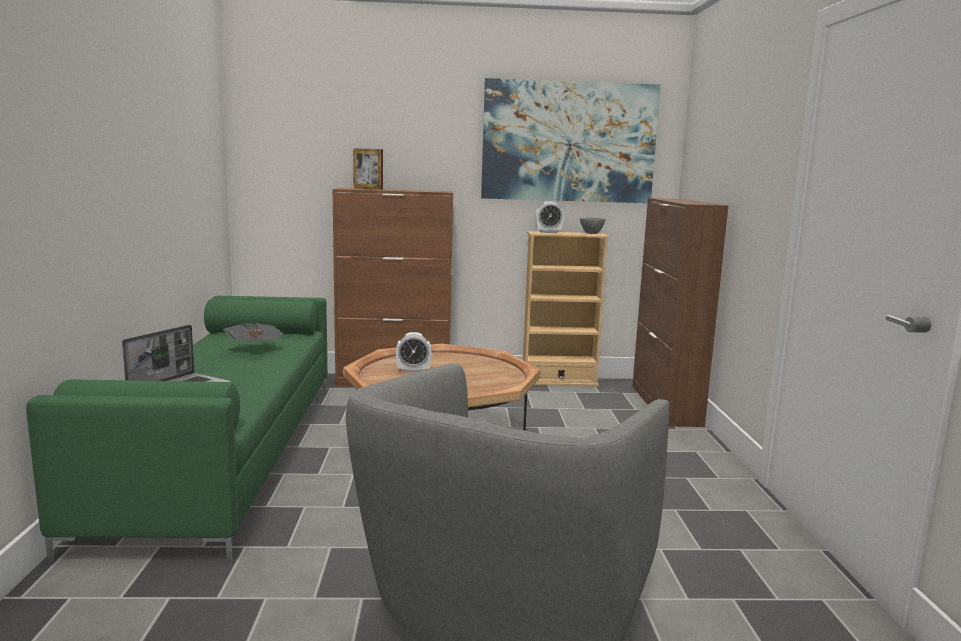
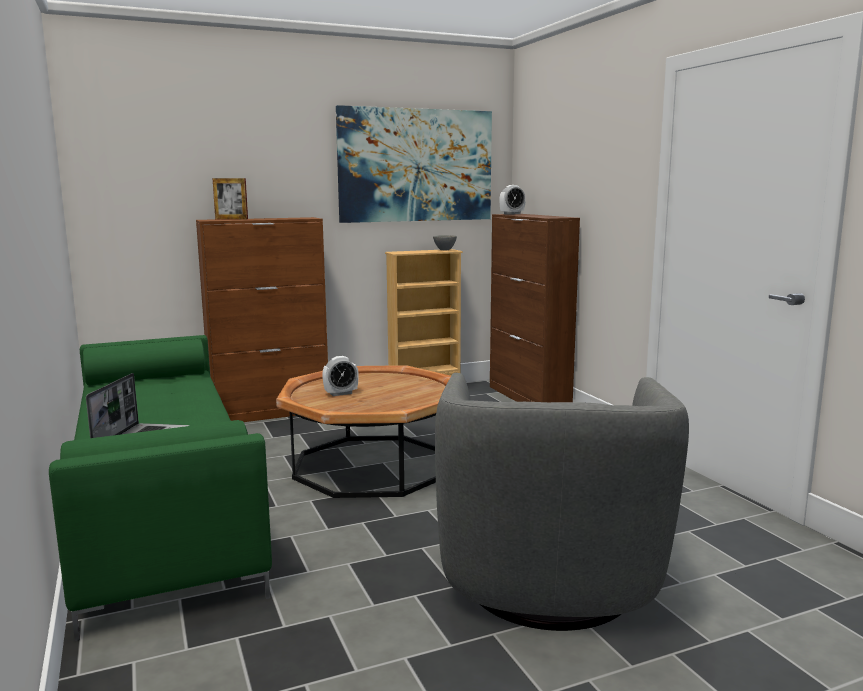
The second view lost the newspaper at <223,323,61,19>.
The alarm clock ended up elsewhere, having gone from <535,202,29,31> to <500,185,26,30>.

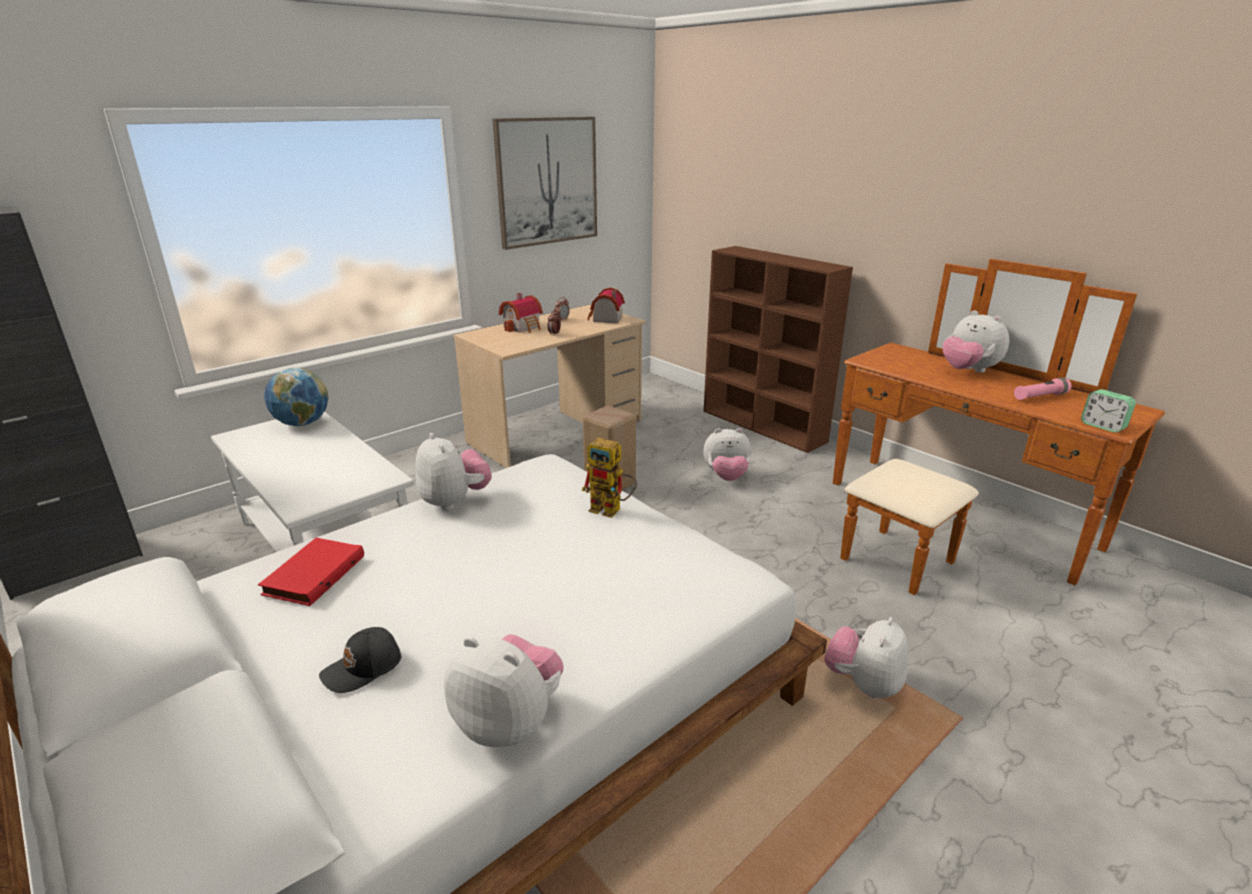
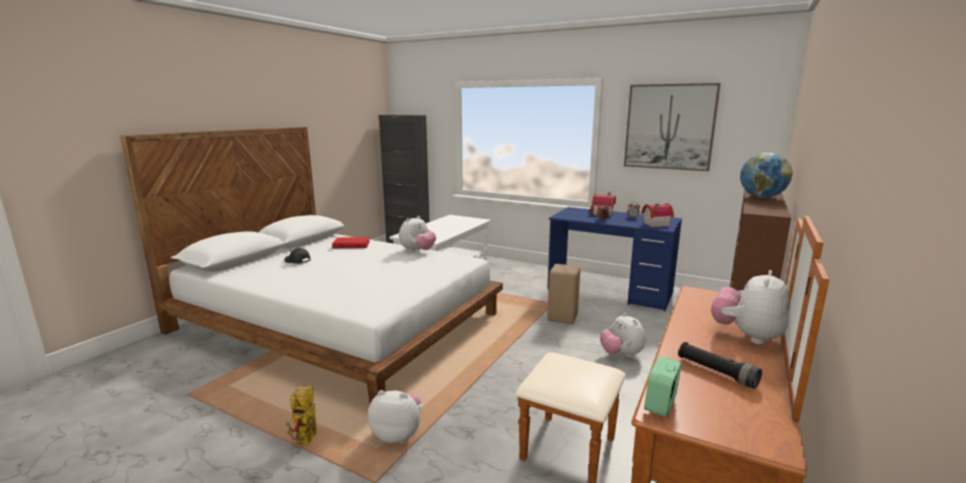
The globe ended up elsewhere, having gone from <264,368,65,58> to <740,152,53,46>.
The second view lost the plush toy at <444,634,119,113>.
What was the desk in beige at <453,304,193,164> turned into the desk in blue at <547,207,135,105>.
The toy robot ended up elsewhere, having gone from <582,438,55,80> to <286,385,31,60>.
What was the flashlight in pink at <1014,378,57,22> turned into the flashlight in black at <678,342,84,47>.

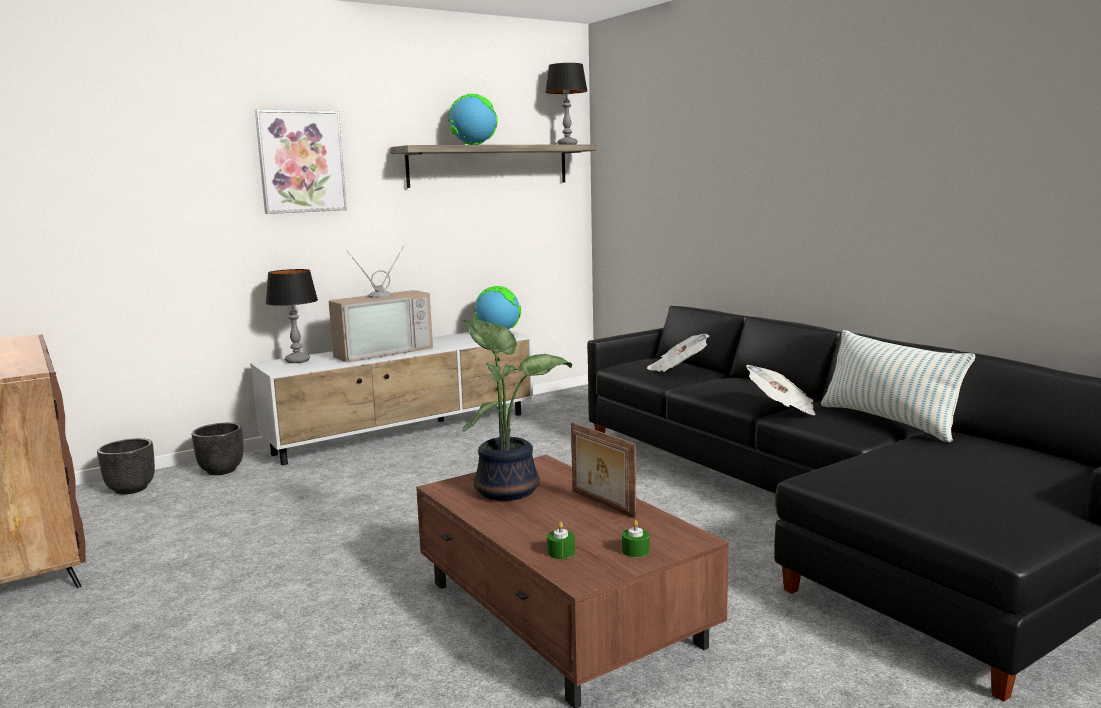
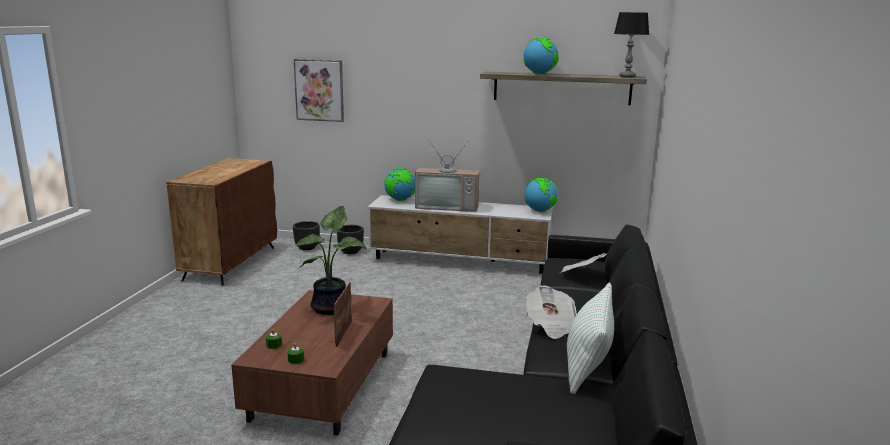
The picture ended up elsewhere, having gone from <255,109,92,105> to <294,59,50,63>.
Where the table lamp stood at <266,269,52,94>, the globe came to stand at <384,168,31,33>.

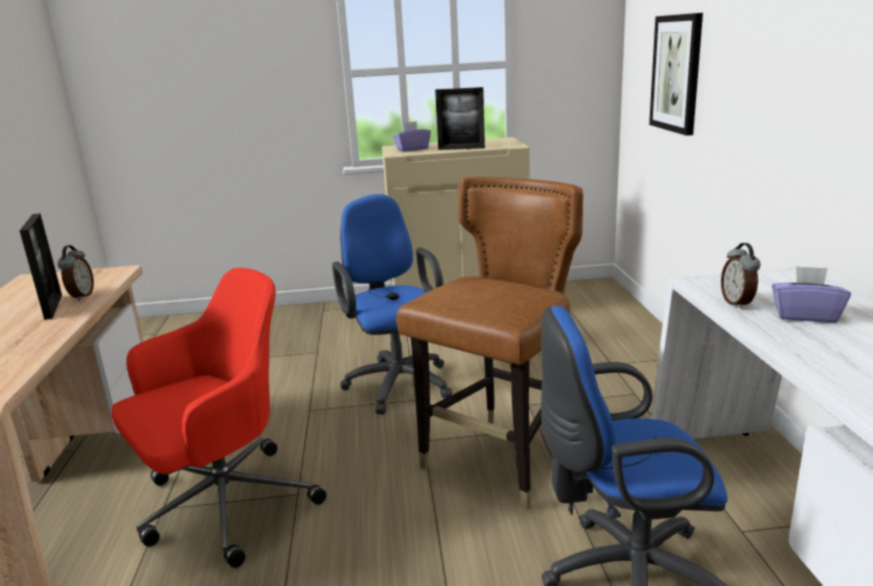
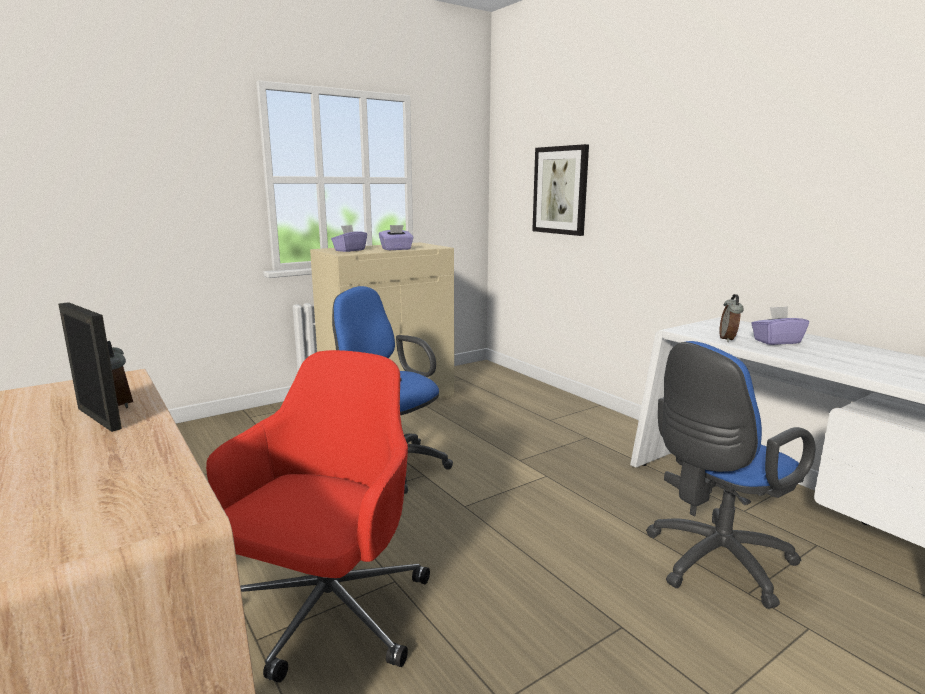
The second view lost the chair in brown at <396,177,187,333>.
Where the picture frame stood at <435,87,50,63>, the tissue box in purple came to stand at <379,225,35,25>.
The alarm clock at <721,243,40,66> ended up facing another way, 45 degrees clockwise from before.

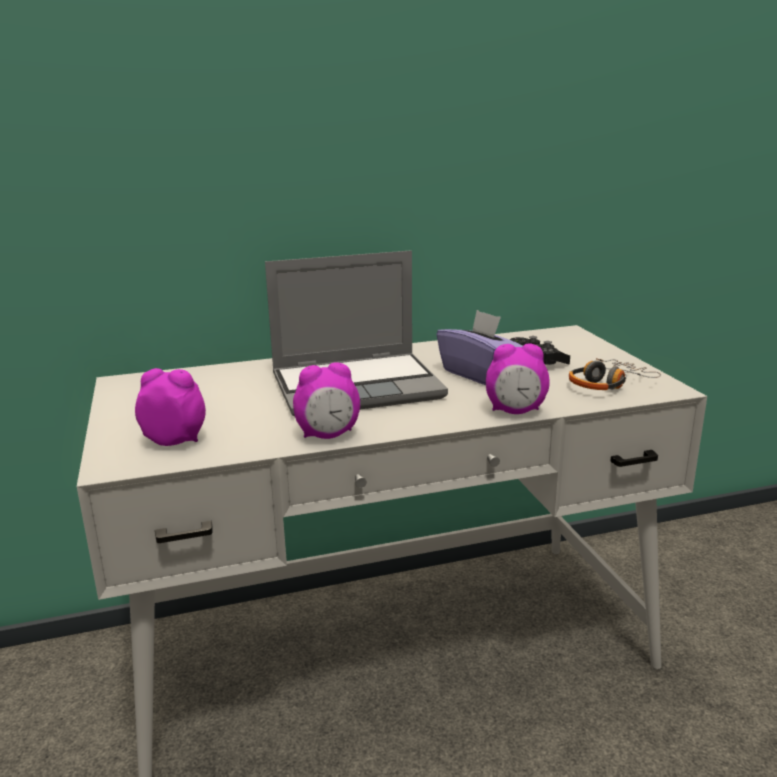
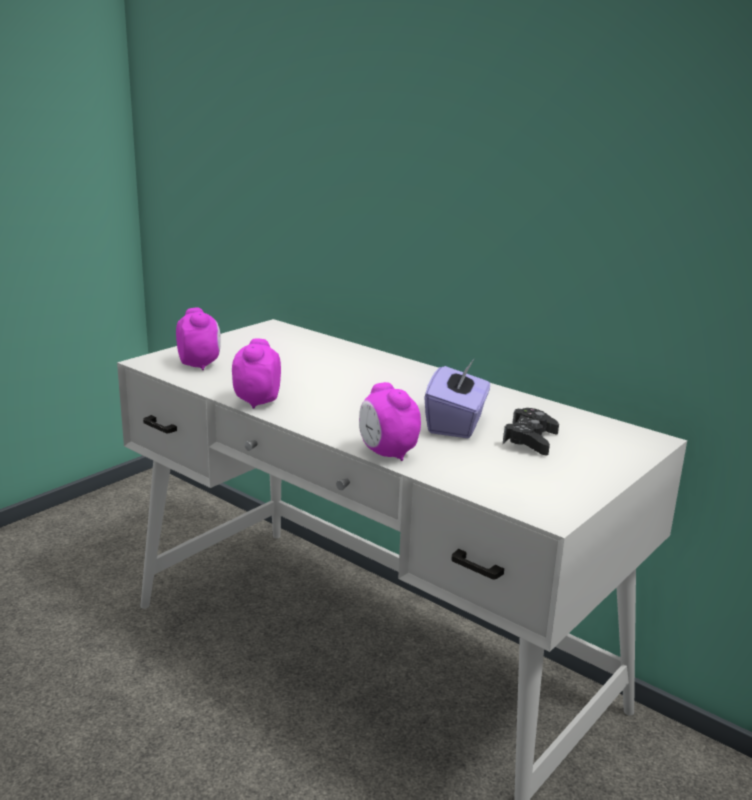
The second view lost the laptop at <265,250,183,166>.
The alarm clock at <293,362,67,77> ended up facing another way, 60 degrees clockwise from before.
The second view lost the headphones at <569,358,92,32>.

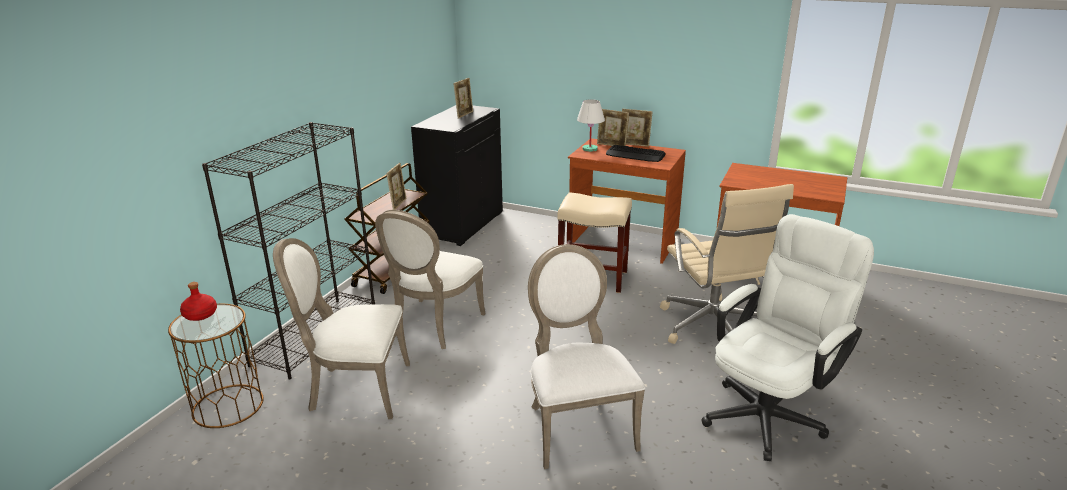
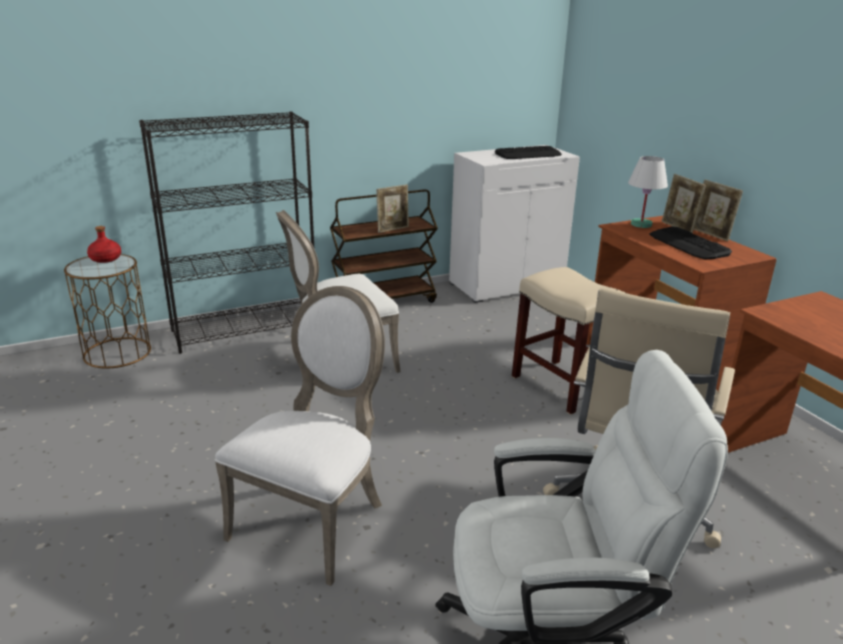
The second view lost the chair in white at <273,238,137,181>.
What was the cabinet in black at <411,105,92,141> turned into the cabinet in white at <449,145,131,158>.
Where the picture frame stood at <454,78,19,41>, the keyboard came to stand at <495,146,67,13>.

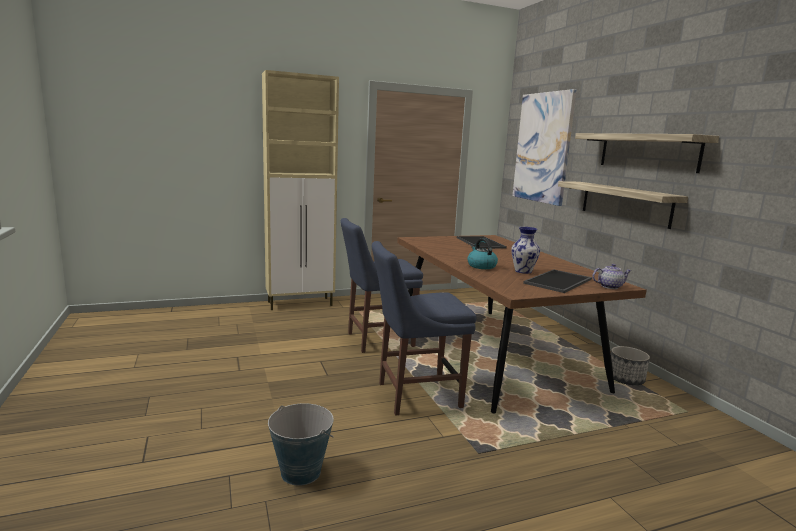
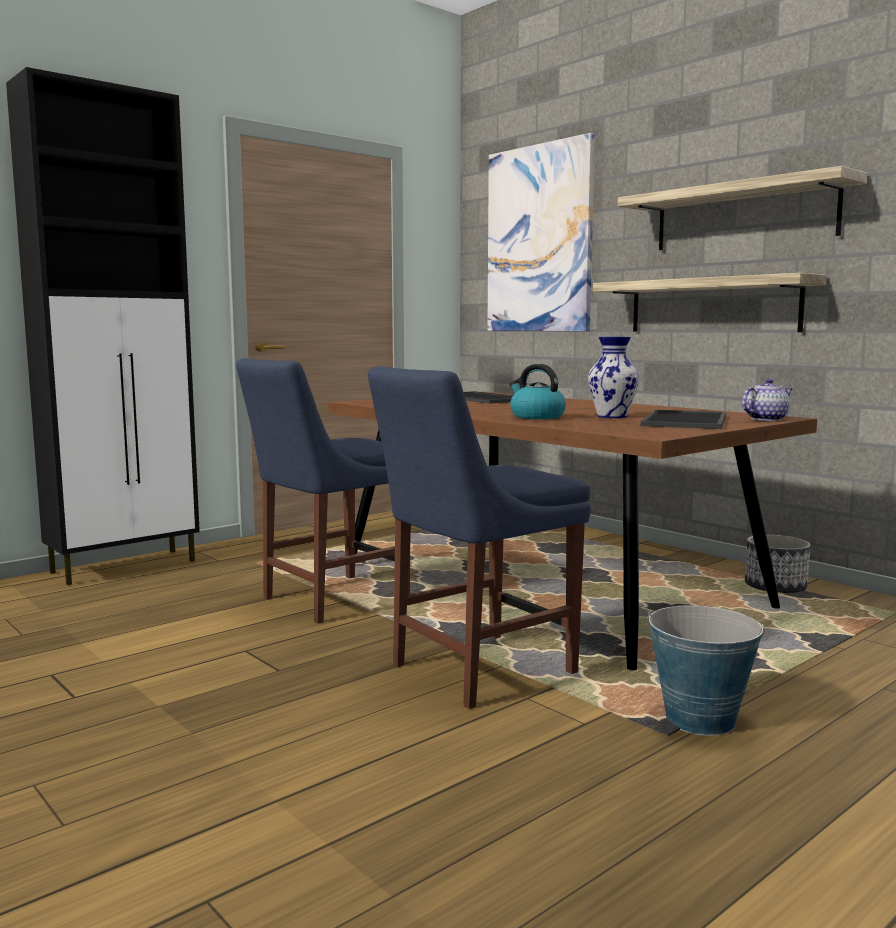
What was the cabinet in beige at <262,70,77,240> turned into the cabinet in black at <6,67,194,518>.
The bucket ended up elsewhere, having gone from <268,403,66,83> to <647,605,118,131>.

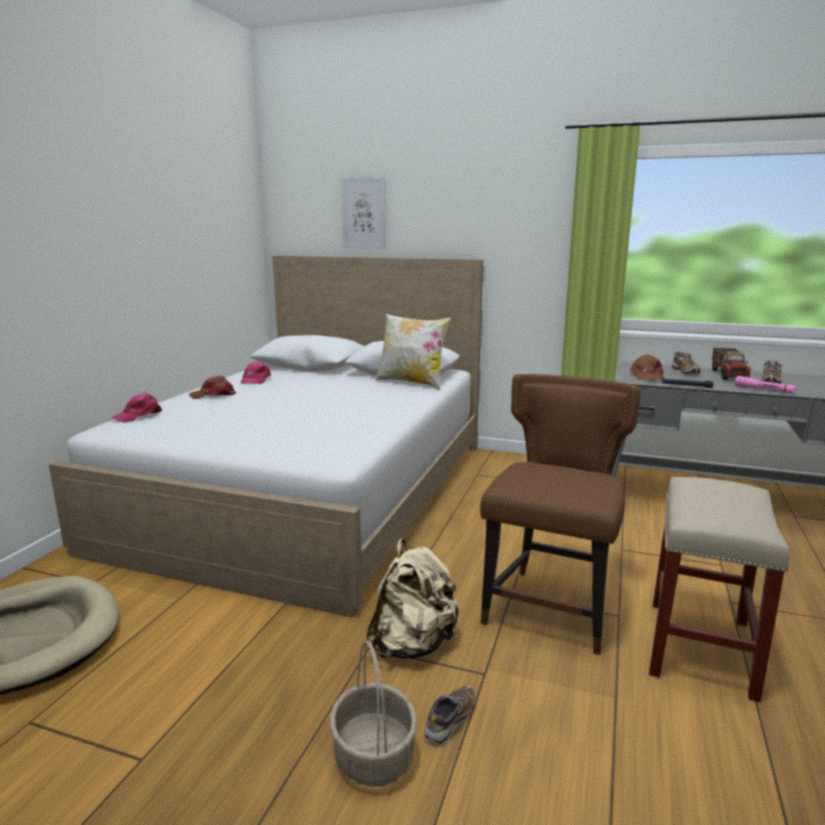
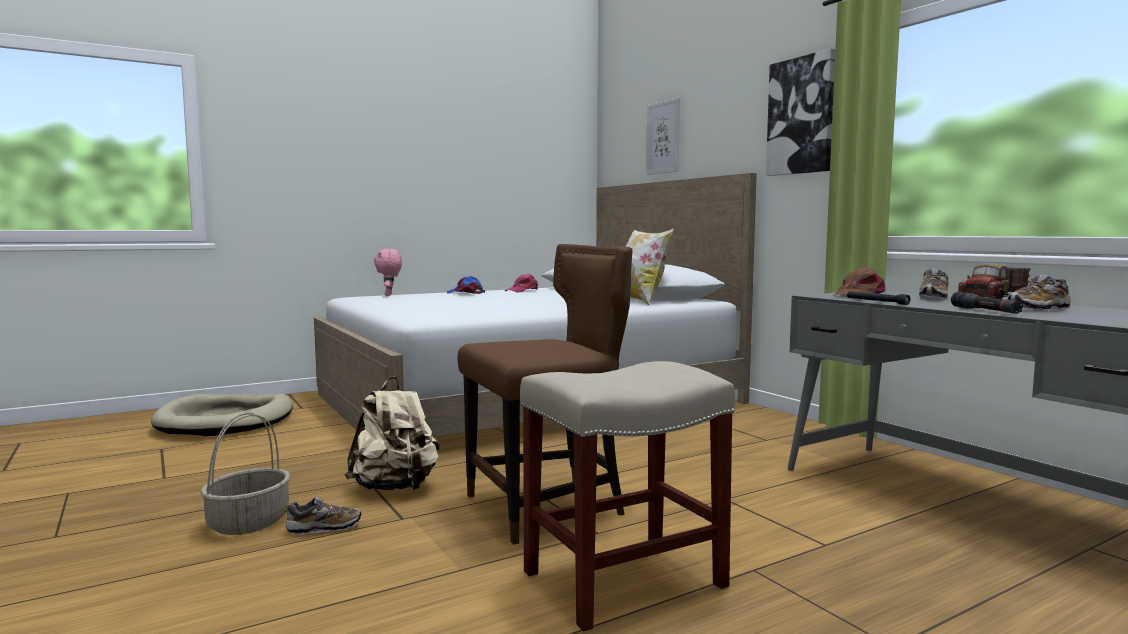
Where the cap in pink stood at <111,392,51,31>, the plush toy in pink came to stand at <374,248,28,48>.
What was the cap in brown at <189,376,47,23> turned into the cap in blue at <447,276,38,18>.
What was the flashlight in pink at <735,376,62,18> turned into the flashlight in black at <951,292,72,22>.
The second view gained the picture at <766,49,69,127>.

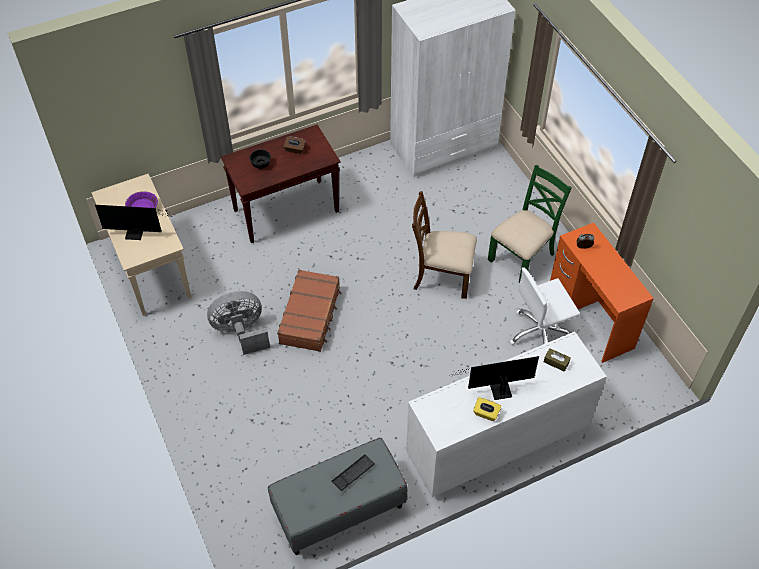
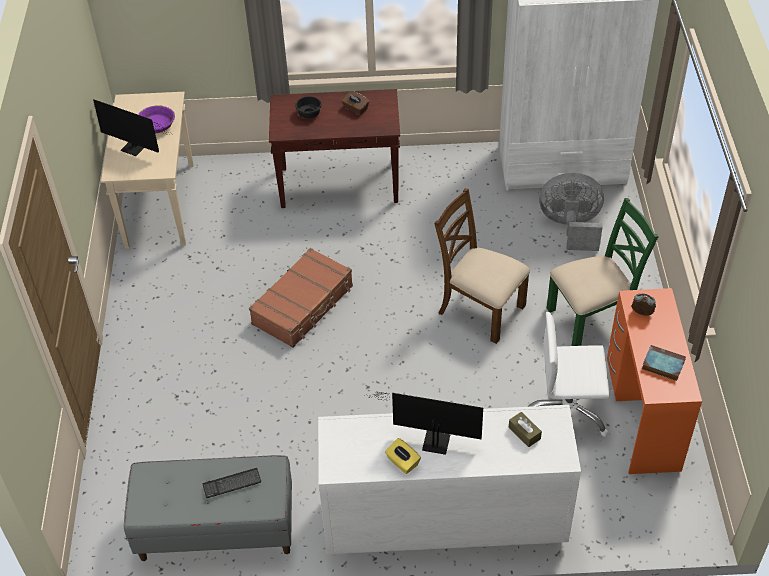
The fan in grey ended up elsewhere, having gone from <207,291,63,64> to <539,173,65,78>.
The second view gained the book at <642,345,44,36>.

